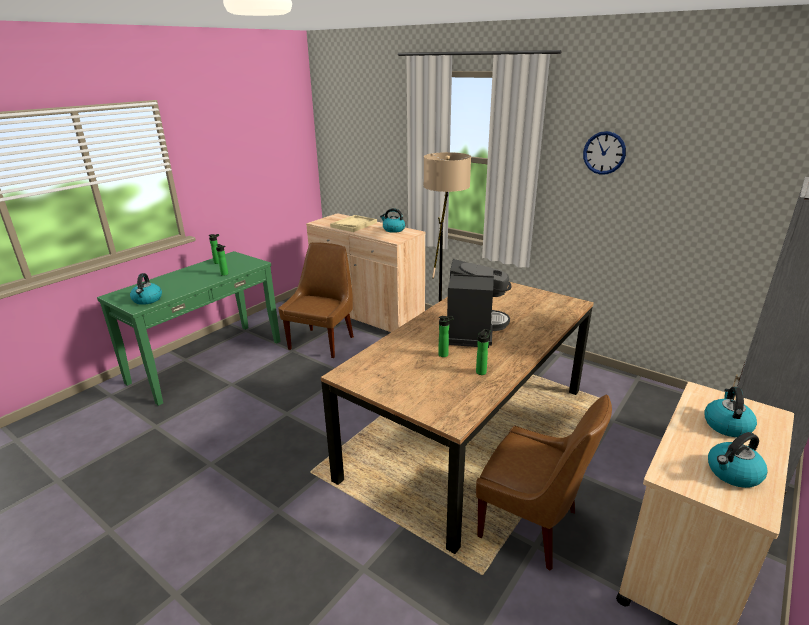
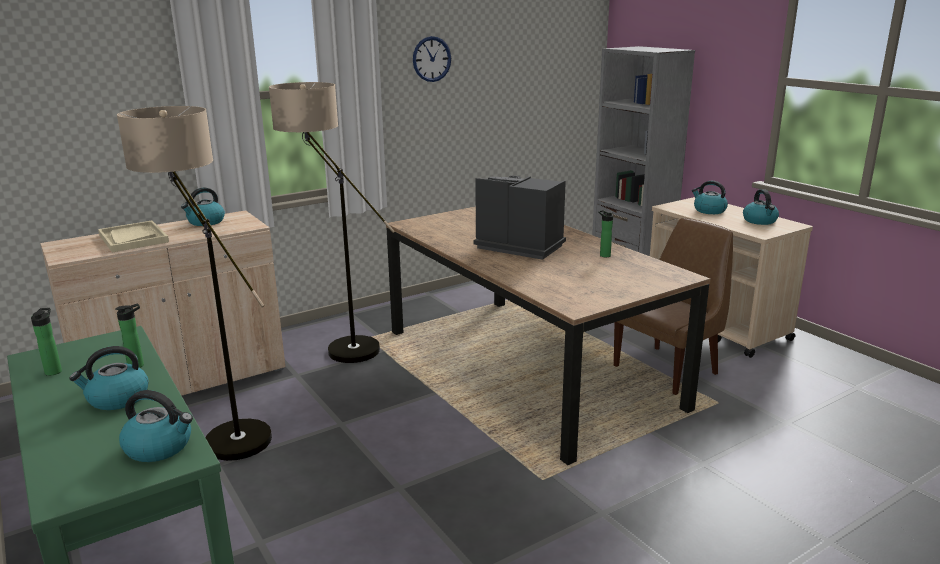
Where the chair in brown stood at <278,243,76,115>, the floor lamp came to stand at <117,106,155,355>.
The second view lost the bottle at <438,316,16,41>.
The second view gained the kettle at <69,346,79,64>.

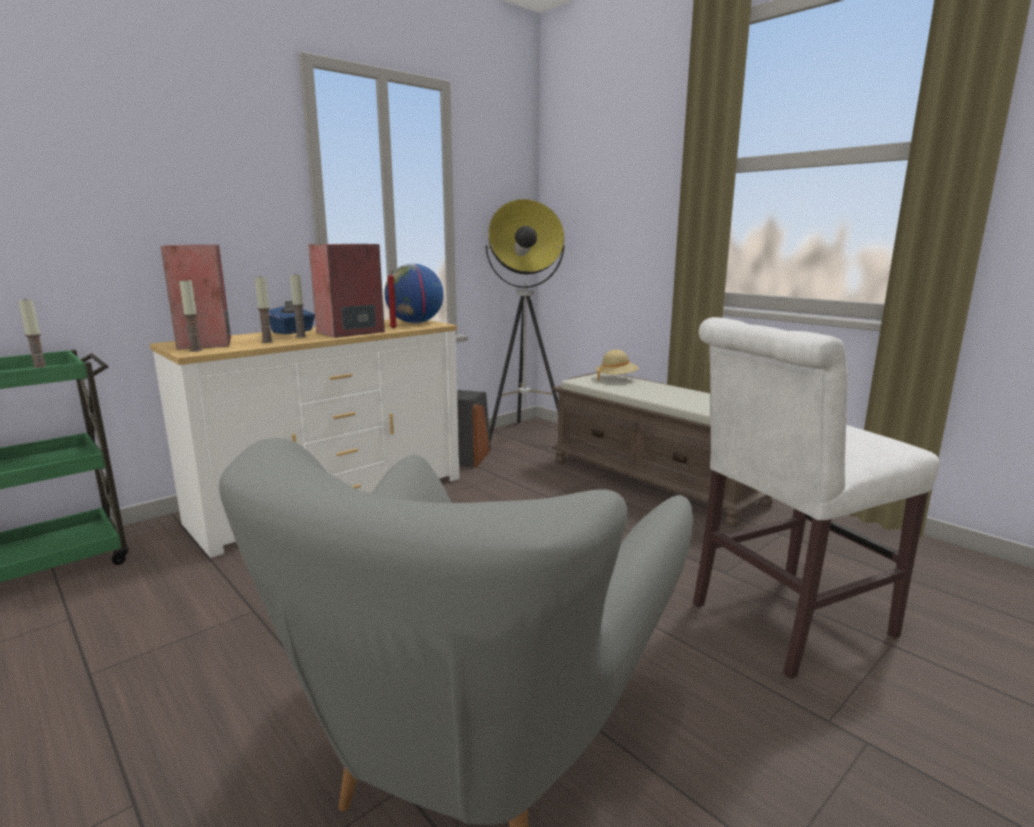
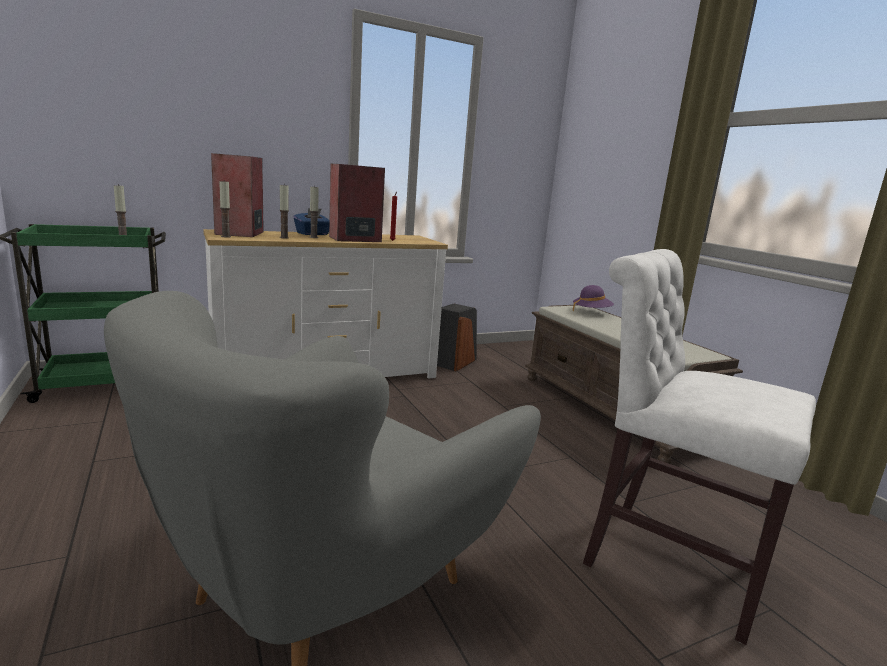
The second view lost the globe at <385,264,59,59>.
The second view lost the floor lamp at <485,199,80,244>.
What was the hat in beige at <595,350,44,31> turned into the hat in purple at <573,285,41,26>.
The chair in white at <693,317,247,362> ended up facing another way, 45 degrees clockwise from before.

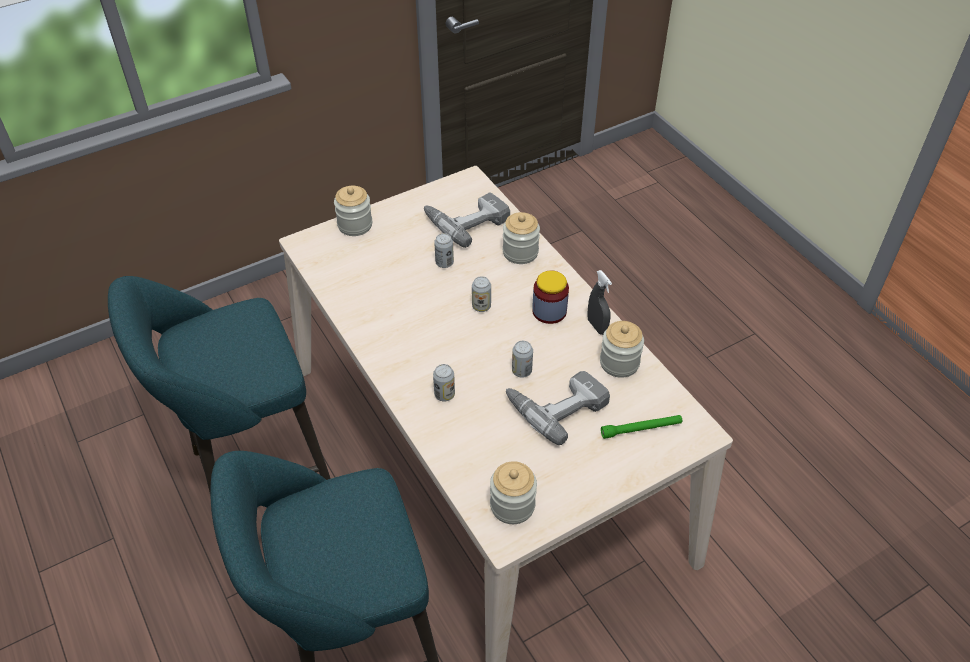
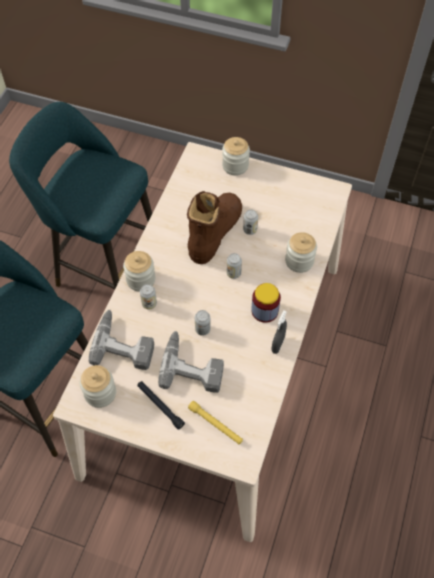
The power drill ended up elsewhere, having gone from <424,192,86,56> to <89,309,65,61>.
The jar ended up elsewhere, having gone from <600,321,44,57> to <123,251,33,41>.
What was the flashlight in green at <601,415,81,24> turned into the flashlight in yellow at <188,401,55,43>.
The second view gained the flashlight in black at <137,381,48,49>.
The second view gained the boot in brown at <187,191,55,73>.

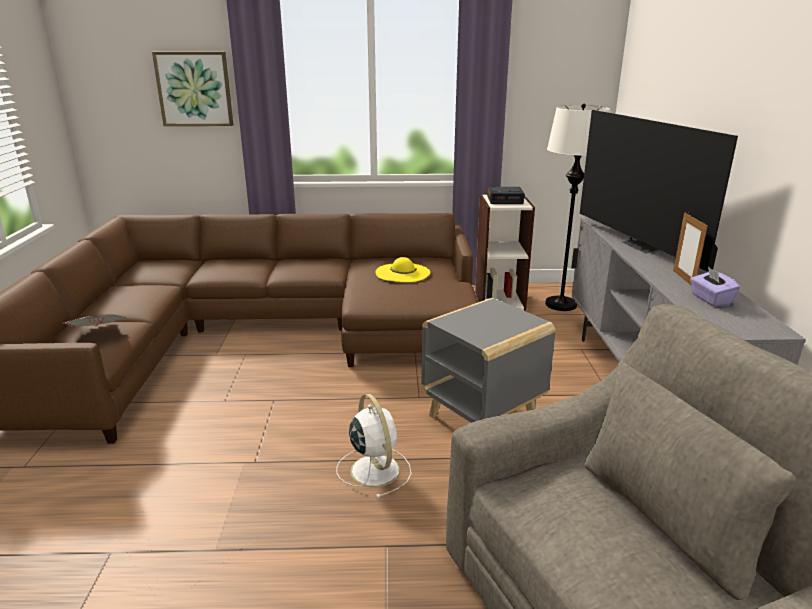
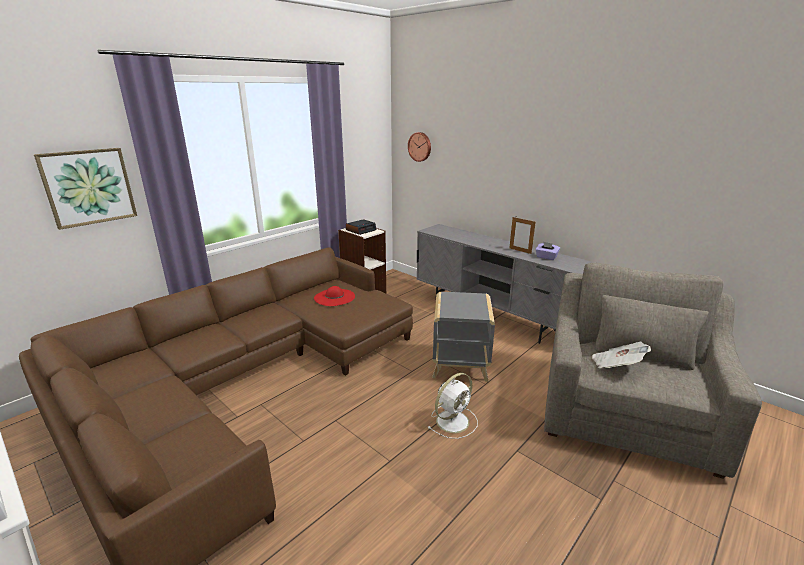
The newspaper ended up elsewhere, having gone from <64,314,62,12> to <592,342,59,26>.
The fan in white at <336,394,75,104> ended up facing another way, 120 degrees clockwise from before.
What was the hat in yellow at <375,257,55,25> turned into the hat in red at <314,286,41,20>.
The second view lost the floor lamp in white at <545,104,66,207>.
The second view lost the television at <580,110,158,162>.
The second view gained the wall clock at <408,132,23,30>.

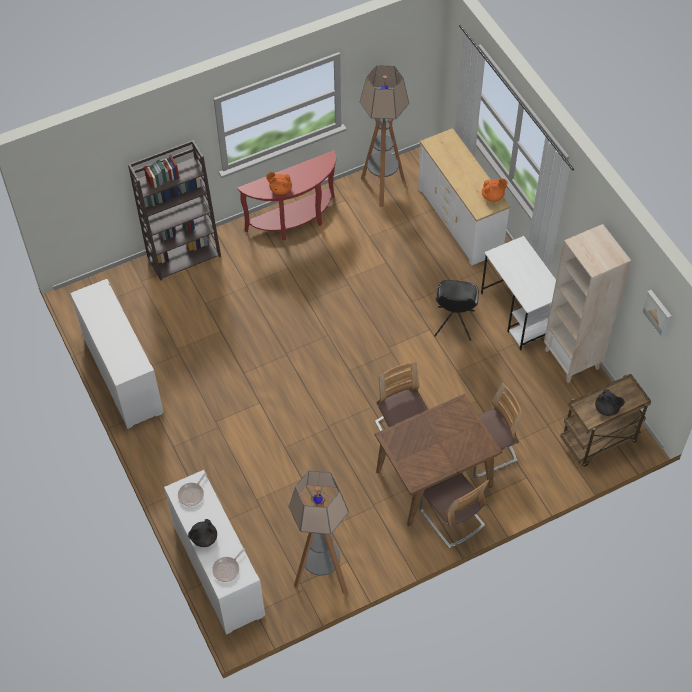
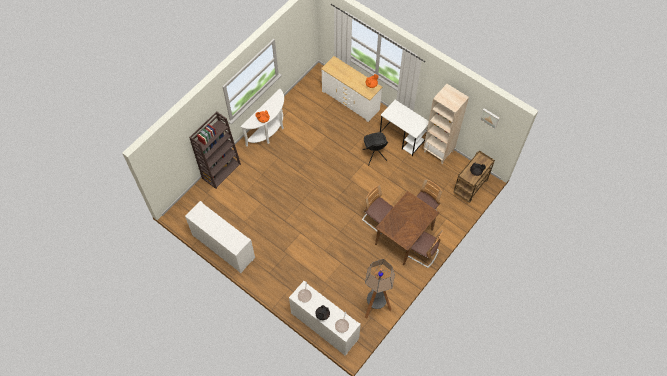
What was the console table in red at <237,150,99,90> turned into the console table in white at <241,89,43,58>.
The second view lost the floor lamp at <360,65,49,142>.

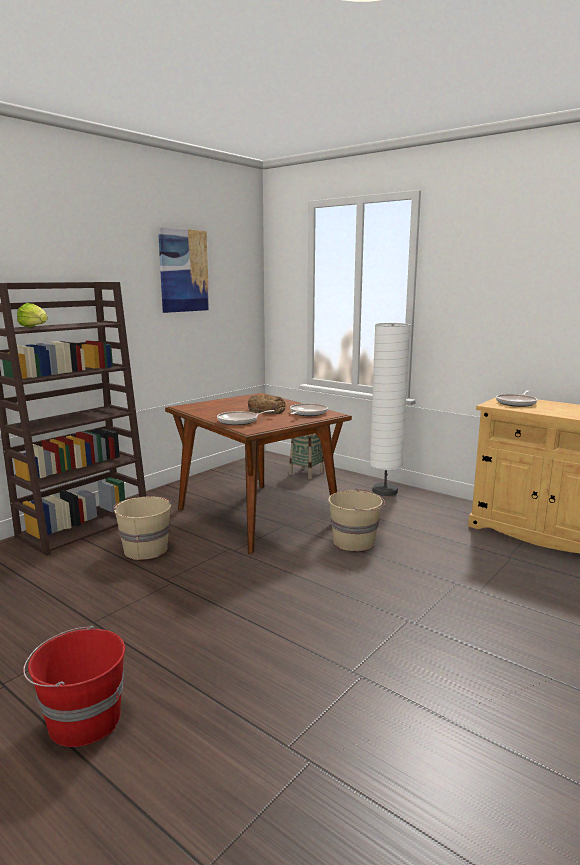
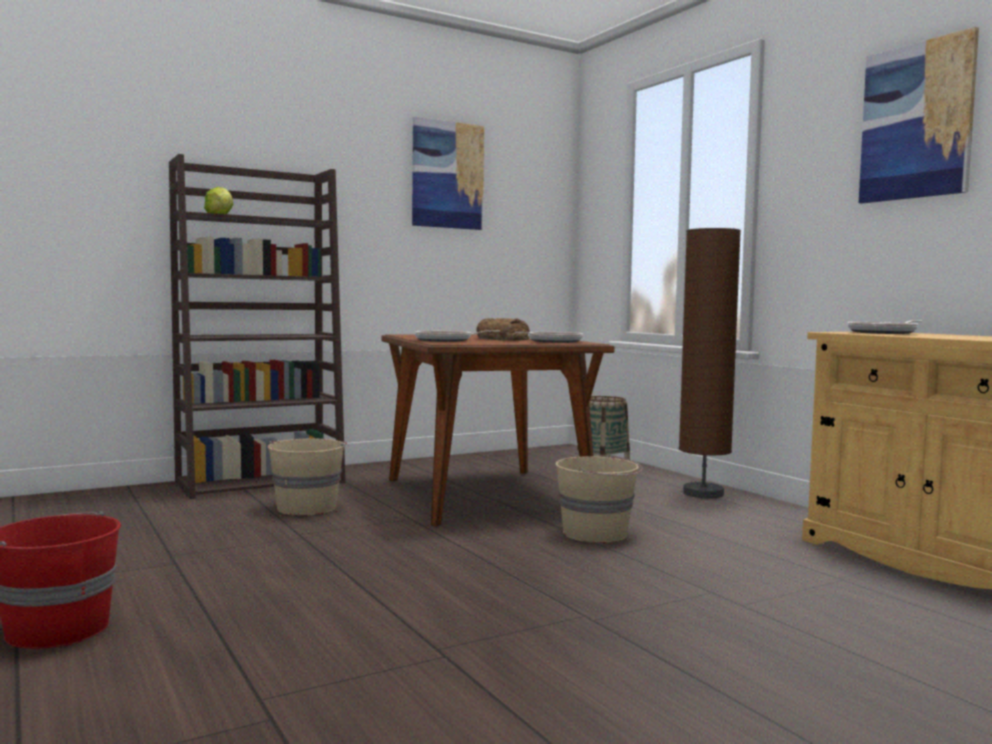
What was the floor lamp in white at <370,323,40,173> turned into the floor lamp in brown at <679,228,62,271>.
The second view gained the picture at <859,27,120,176>.

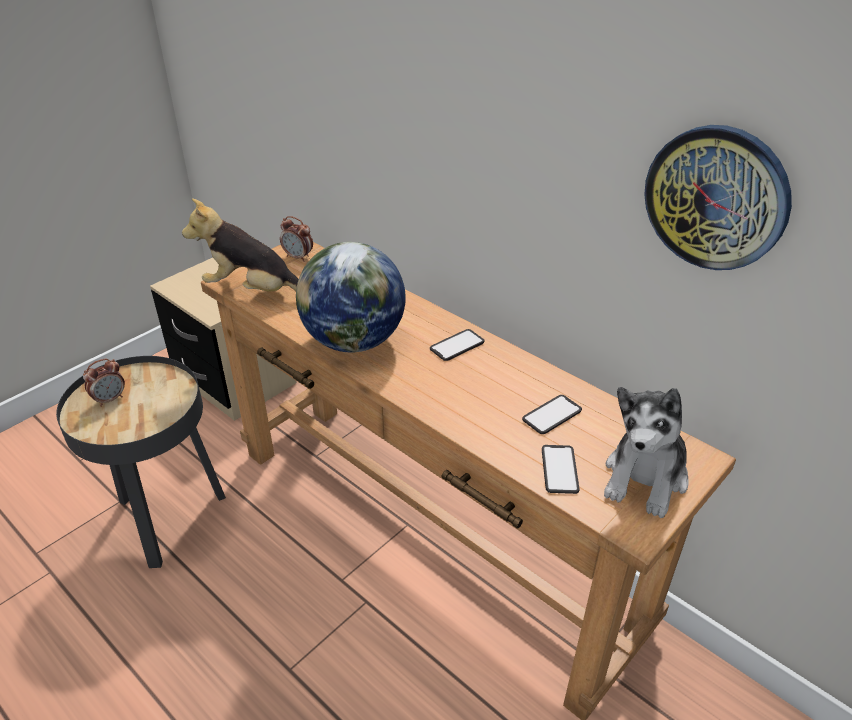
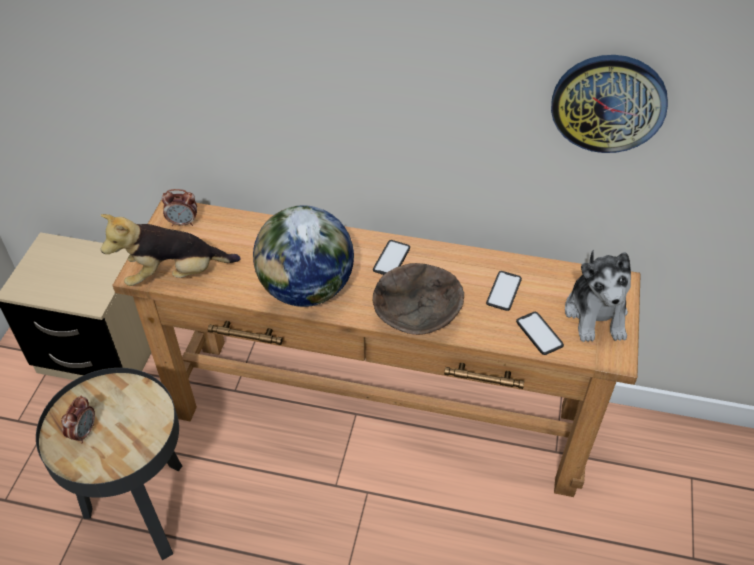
The second view gained the bowl in brown at <372,263,92,72>.

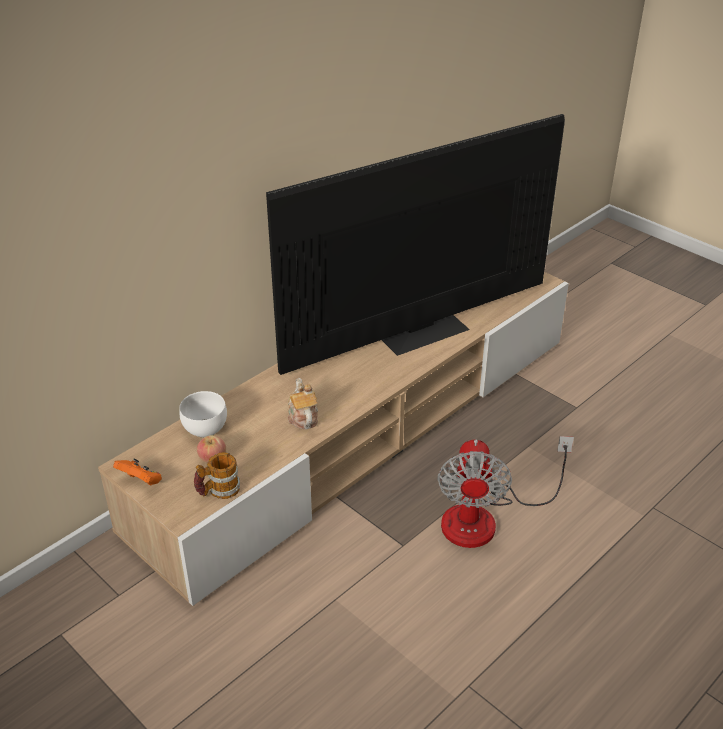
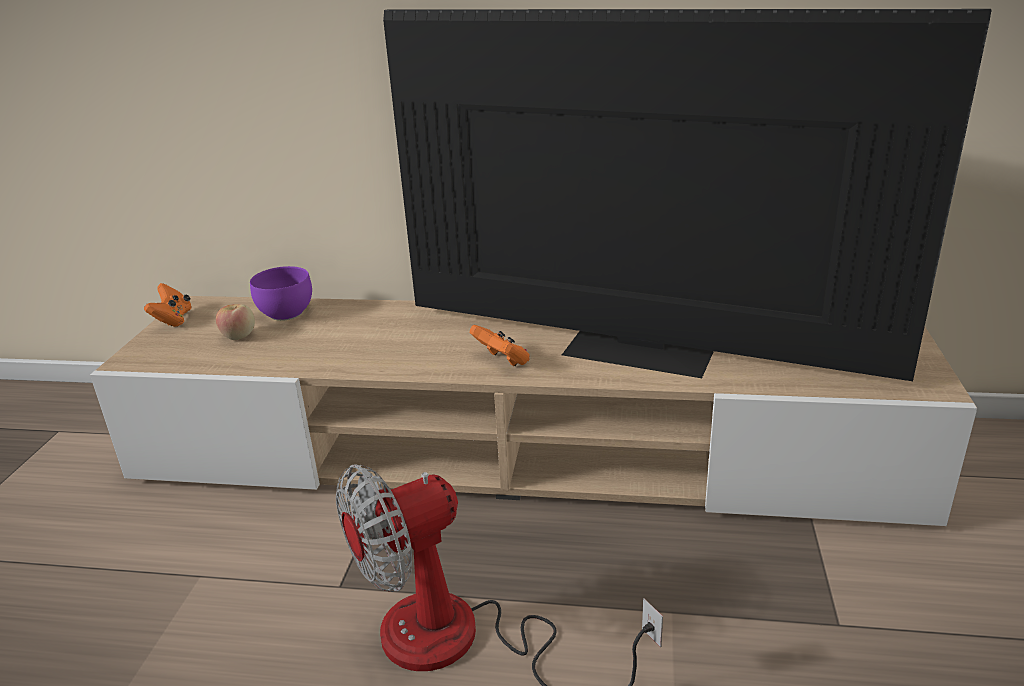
What was the bowl in white at <179,391,48,47> turned into the bowl in purple at <250,266,62,55>.
The second view lost the mug at <194,452,46,47>.
The second view lost the teapot at <288,378,30,51>.
The second view gained the game controller in orange at <470,325,60,41>.

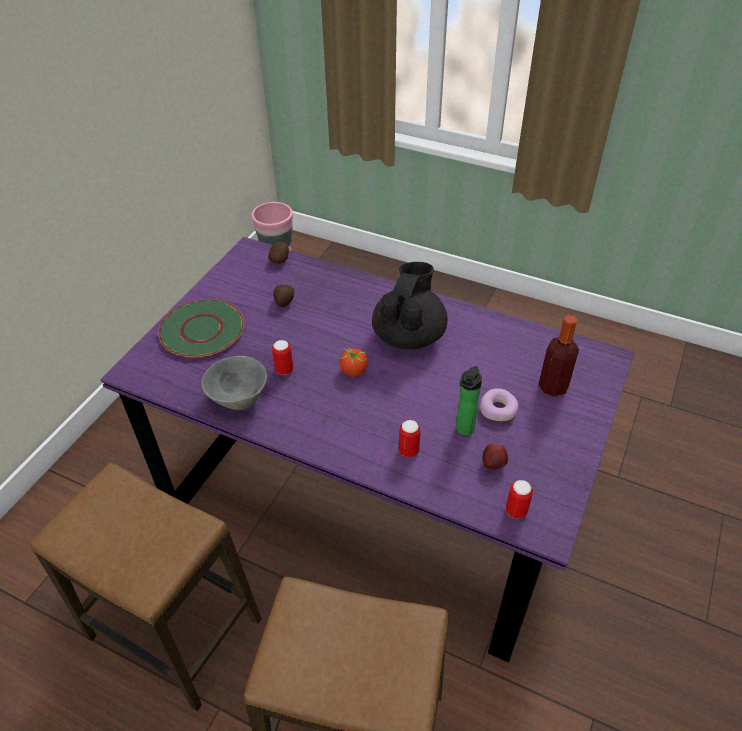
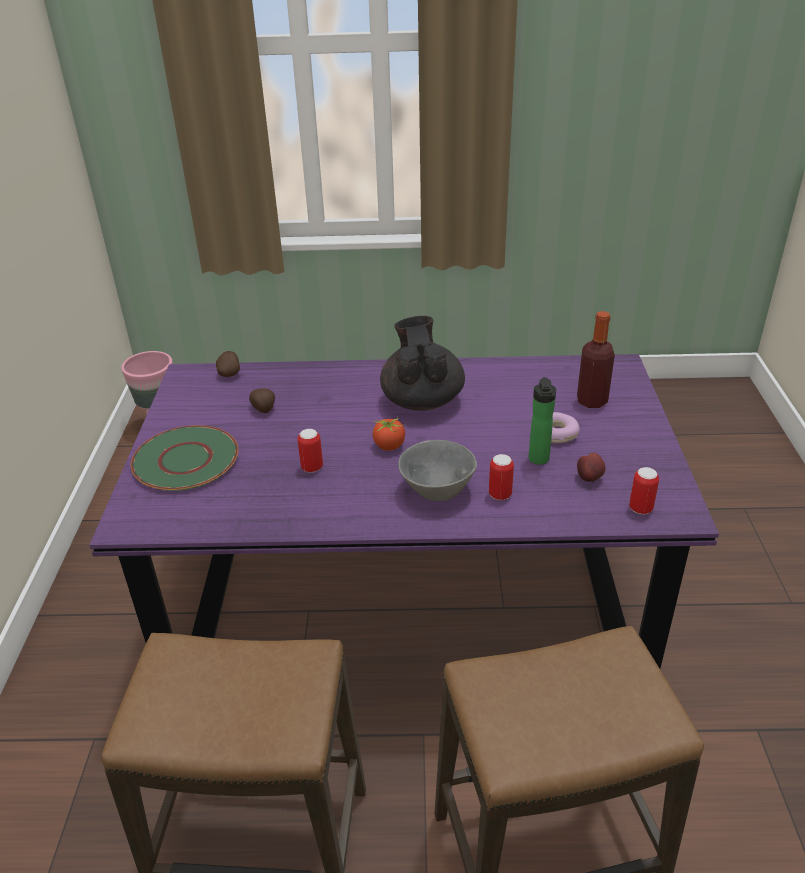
The bowl in grey ended up elsewhere, having gone from <202,356,65,54> to <398,440,79,61>.

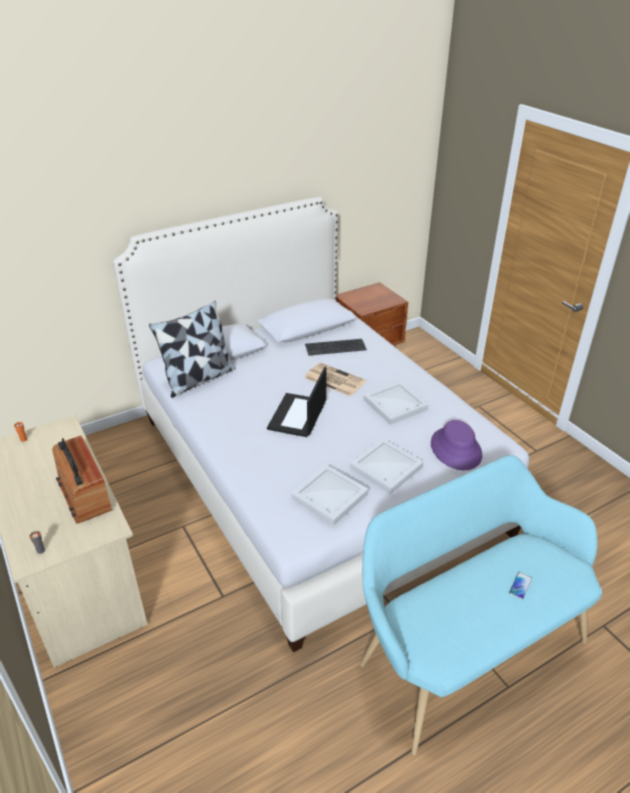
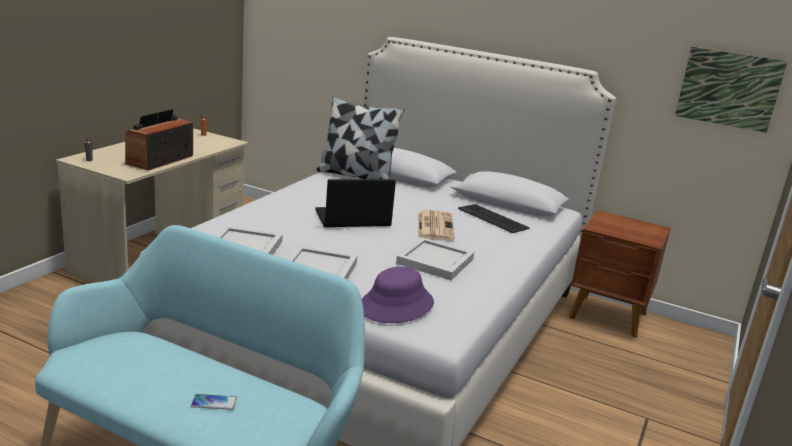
The second view gained the picture at <675,47,113,86>.

